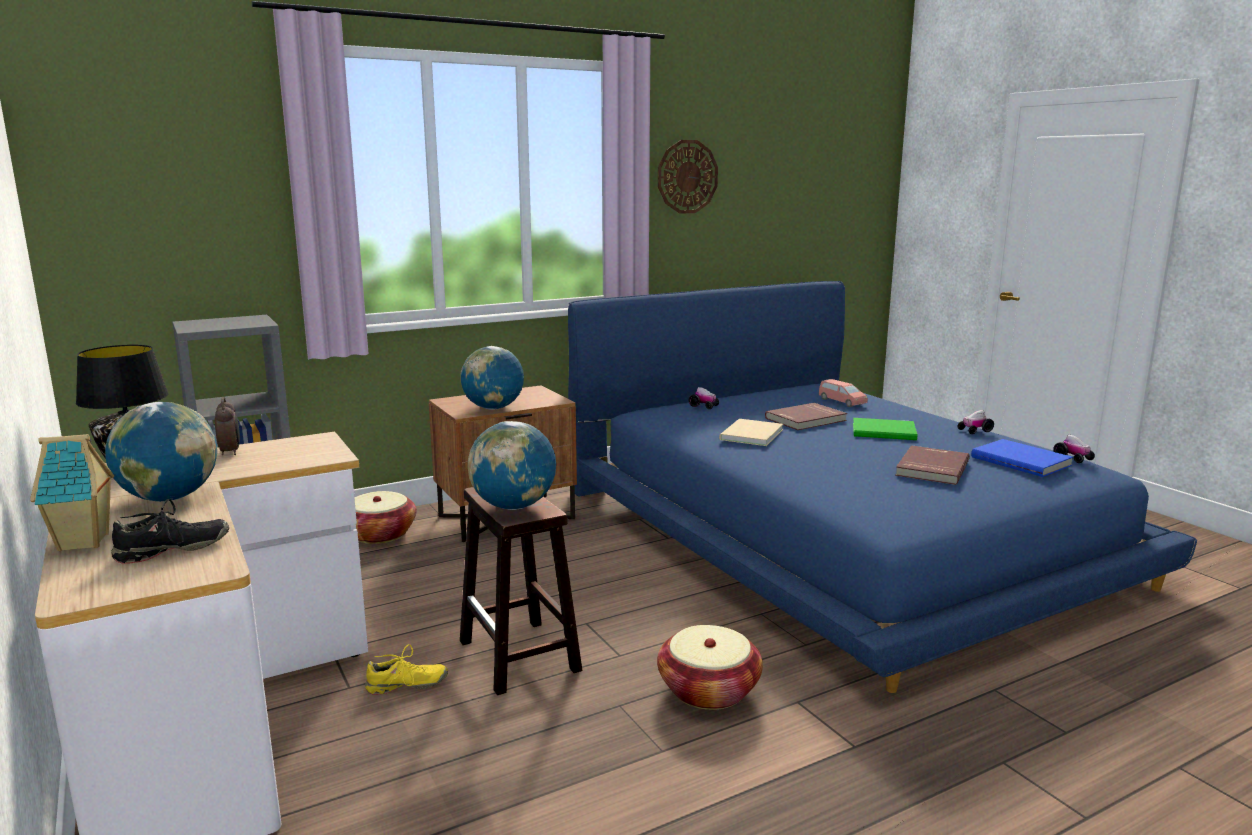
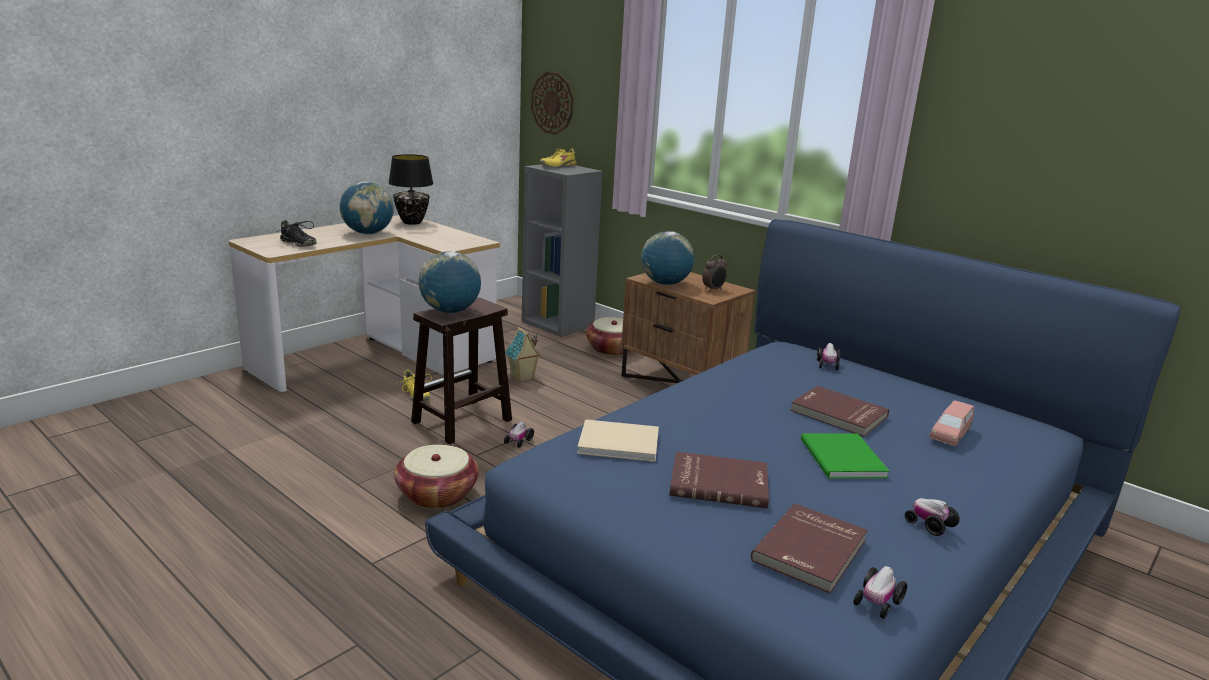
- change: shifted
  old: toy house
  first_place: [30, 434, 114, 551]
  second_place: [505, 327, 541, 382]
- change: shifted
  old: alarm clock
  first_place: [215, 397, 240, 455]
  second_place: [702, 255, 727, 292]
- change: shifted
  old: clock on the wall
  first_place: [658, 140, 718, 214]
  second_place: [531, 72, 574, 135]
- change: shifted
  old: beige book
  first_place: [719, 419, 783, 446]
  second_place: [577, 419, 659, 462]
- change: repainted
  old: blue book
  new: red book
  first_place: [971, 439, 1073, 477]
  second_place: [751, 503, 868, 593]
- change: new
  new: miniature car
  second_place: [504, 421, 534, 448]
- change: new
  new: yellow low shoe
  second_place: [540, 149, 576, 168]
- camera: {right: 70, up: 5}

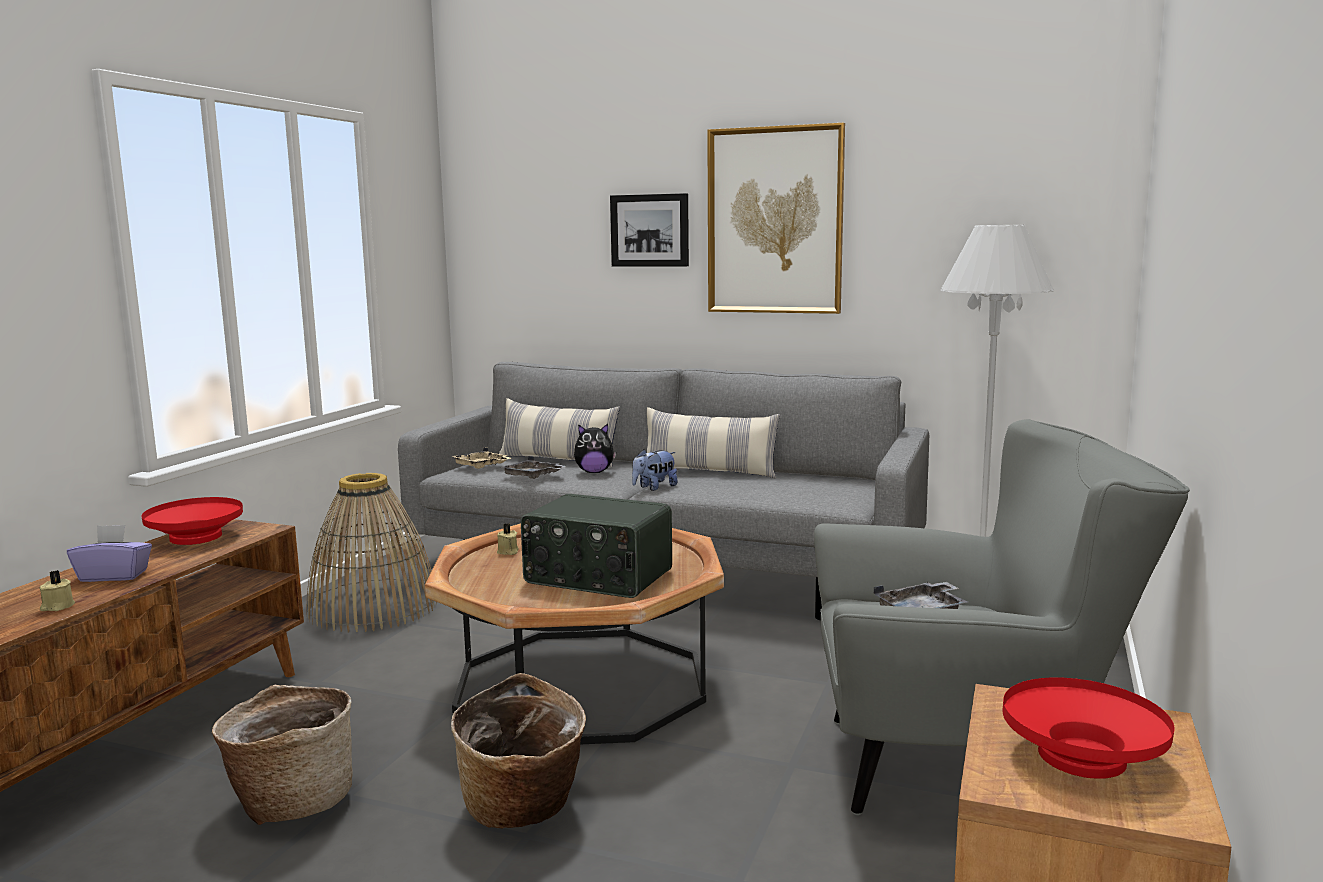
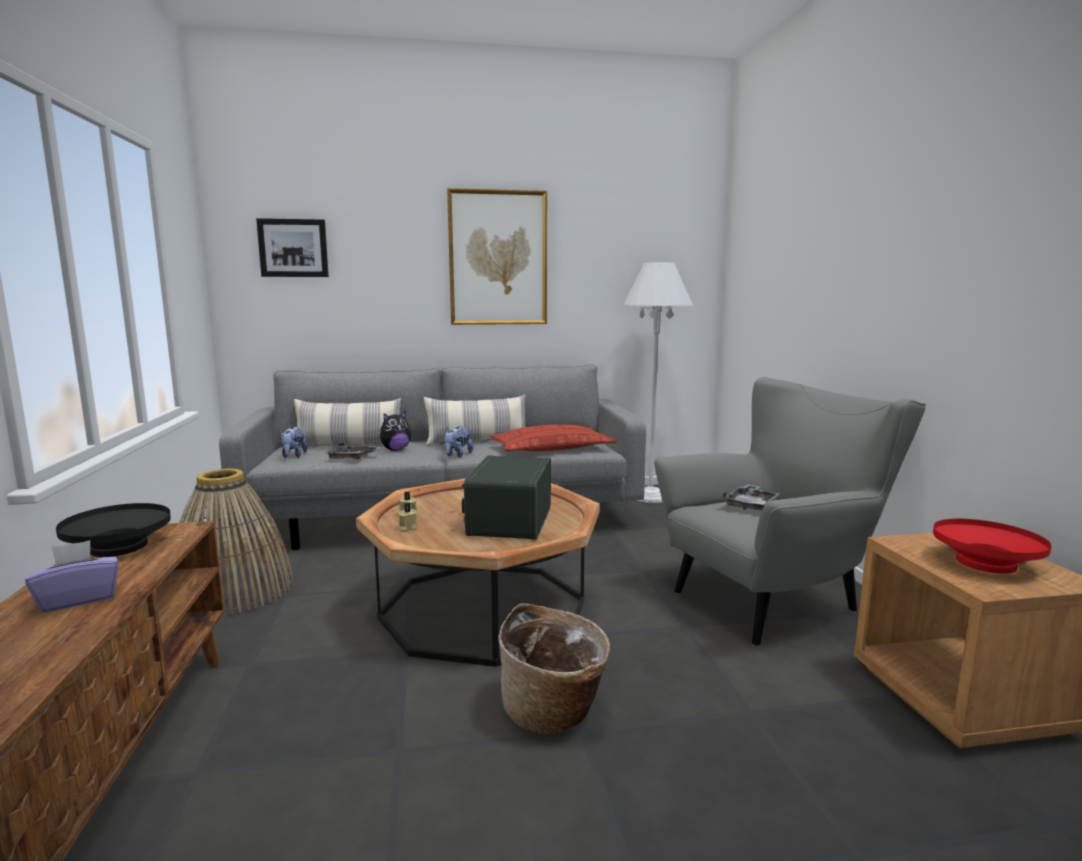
- change: shifted
  old: beige wax light
  first_place: [39, 570, 75, 611]
  second_place: [399, 503, 417, 532]
- change: repainted
  old: red deep dish
  new: black-coloured deep dish
  first_place: [142, 497, 243, 545]
  second_place: [56, 503, 171, 557]
- change: gone
  old: basket
  first_place: [212, 685, 353, 825]
- change: swapped
  old: beige serving tray
  new: cuddly toy
  first_place: [452, 447, 511, 469]
  second_place: [281, 427, 308, 458]
- change: rotated
  old: radio receiver
  first_place: [521, 494, 672, 598]
  second_place: [462, 455, 551, 540]
  degrees: 105
- change: shifted
  old: wall art
  first_place: [610, 193, 689, 267]
  second_place: [256, 218, 329, 277]
- change: new
  new: throw pillow
  second_place: [490, 424, 617, 451]
- camera: {right: -30, up: 0}

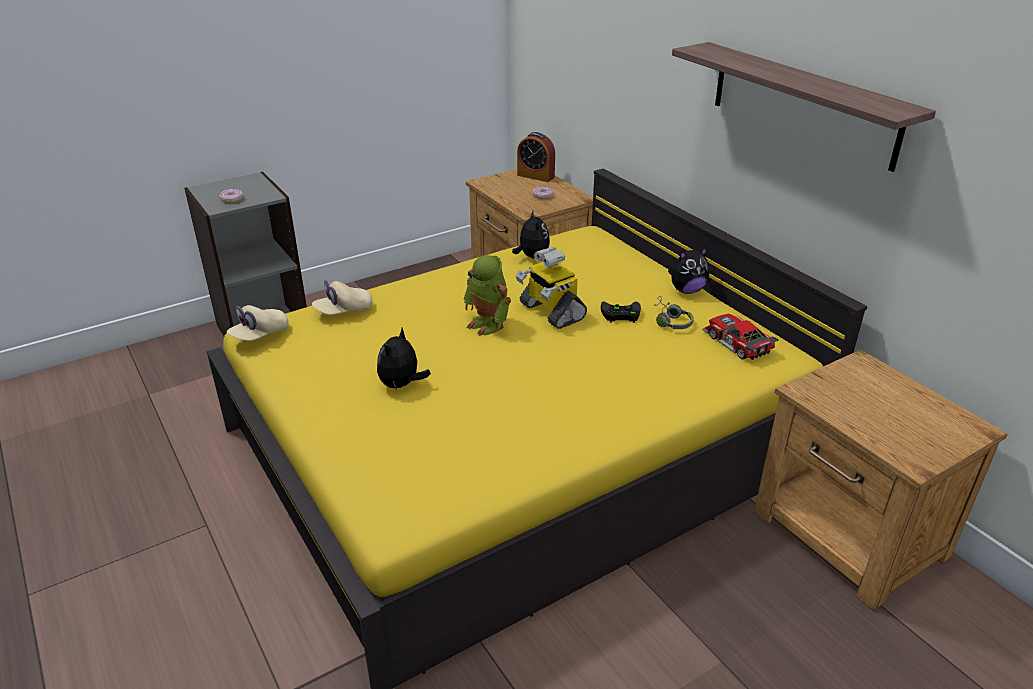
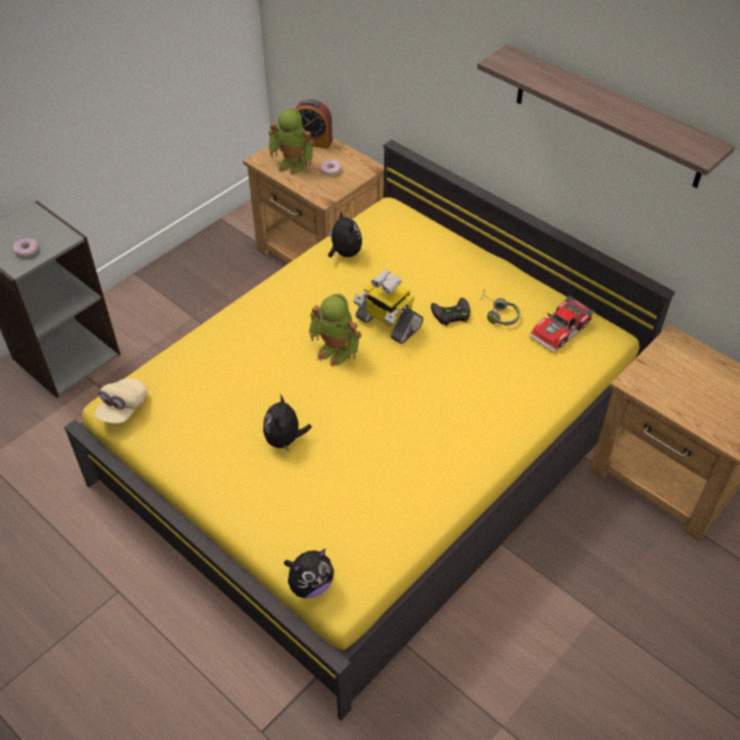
- change: gone
  old: beige cap
  first_place: [312, 280, 372, 315]
- change: shifted
  old: cuddly toy
  first_place: [668, 247, 709, 294]
  second_place: [284, 549, 334, 598]
- change: rotated
  old: miniature car
  first_place: [703, 314, 778, 360]
  second_place: [529, 295, 594, 353]
  degrees: -90
- change: new
  new: robot figure
  second_place: [268, 109, 315, 175]
- camera: {right: -15, up: 15}

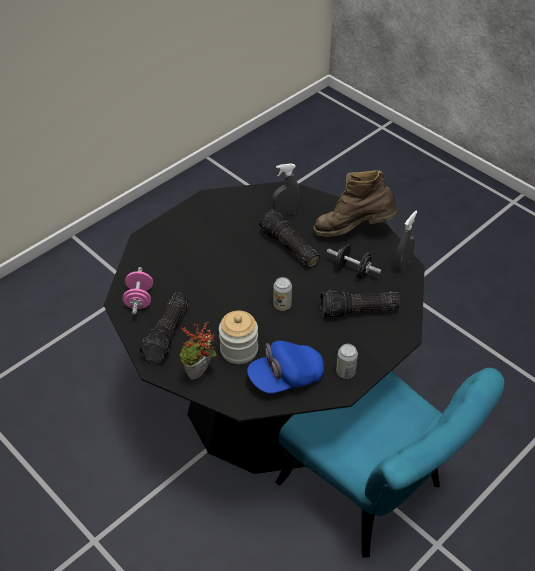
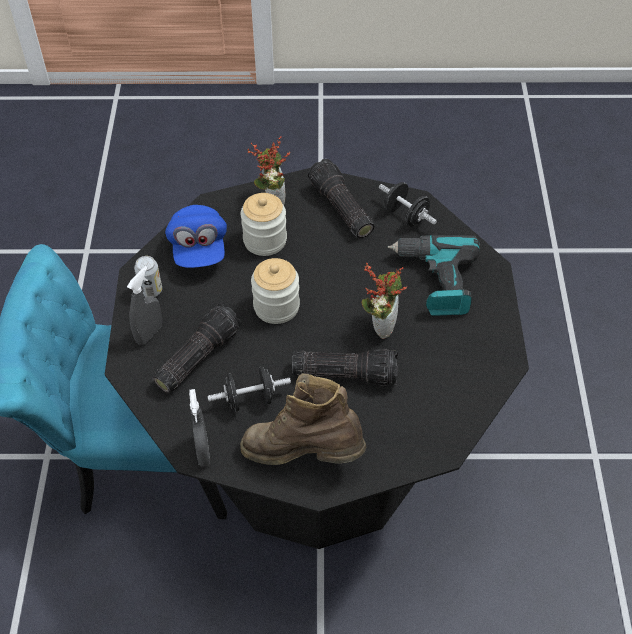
- change: repainted
  old: pink dumbbell
  new: black-coloured dumbbell
  first_place: [123, 267, 153, 315]
  second_place: [379, 182, 437, 227]
- change: rotated
  old: blue cap
  first_place: [247, 341, 324, 394]
  second_place: [165, 205, 227, 268]
  degrees: 150
- change: shifted
  old: gray hand sprayer
  first_place: [272, 163, 300, 215]
  second_place: [127, 266, 162, 345]
- change: swapped
  old: can
  new: preserve jar
  first_place: [273, 277, 292, 311]
  second_place: [251, 258, 300, 324]
- change: rotated
  old: brown-coloured boot
  first_place: [313, 170, 398, 237]
  second_place: [240, 373, 366, 465]
  degrees: -120
- change: new
  new: plant in a pot
  second_place: [362, 263, 407, 339]
- change: new
  new: power drill
  second_place: [388, 235, 480, 316]
- camera: {right: 135, up: 5}

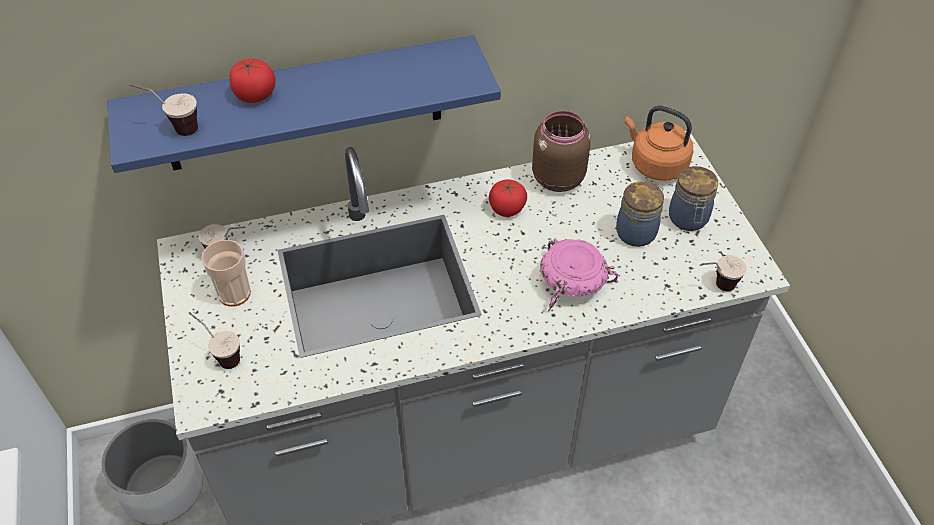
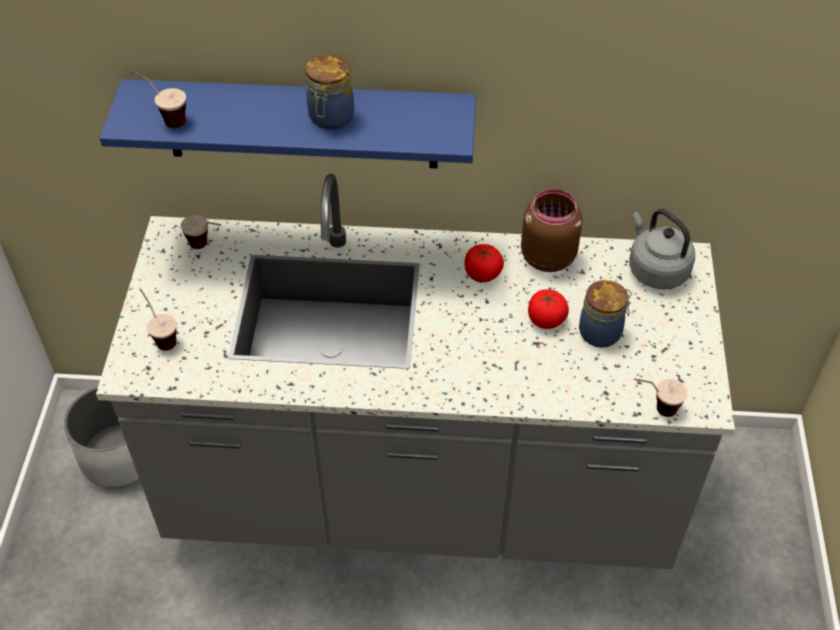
- change: gone
  old: cup
  first_place: [201, 240, 251, 307]
- change: shifted
  old: tomato
  first_place: [230, 59, 276, 103]
  second_place: [528, 289, 569, 329]
- change: gone
  old: pink deep dish
  first_place: [540, 238, 618, 312]
- change: repainted
  old: orangey tea kettle
  new: gray tea kettle
  first_place: [625, 106, 693, 181]
  second_place: [629, 209, 695, 289]
- change: shifted
  old: preserve jar
  first_place: [669, 166, 718, 231]
  second_place: [306, 54, 354, 130]
- camera: {right: 20, up: 0}

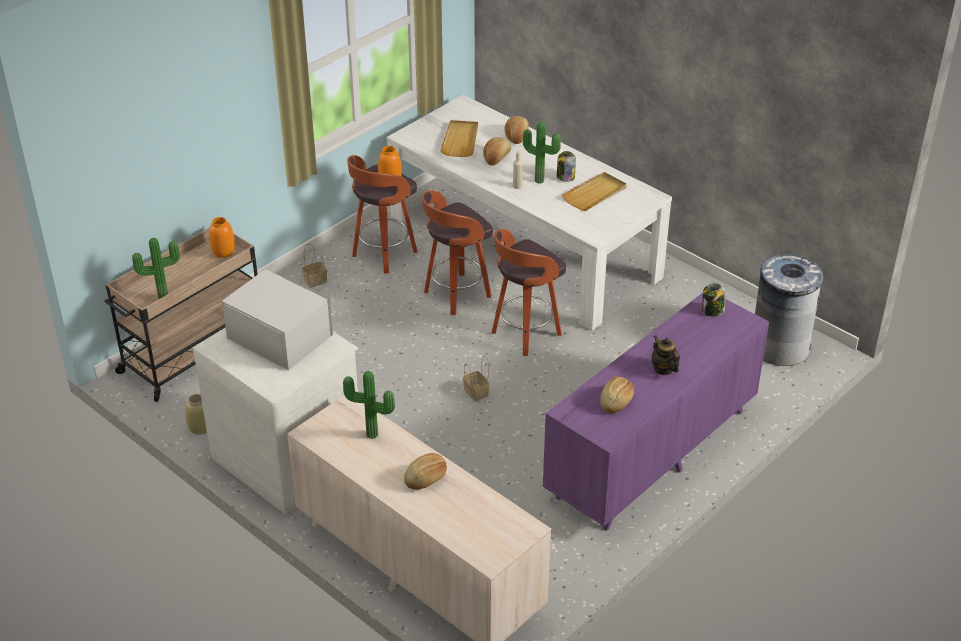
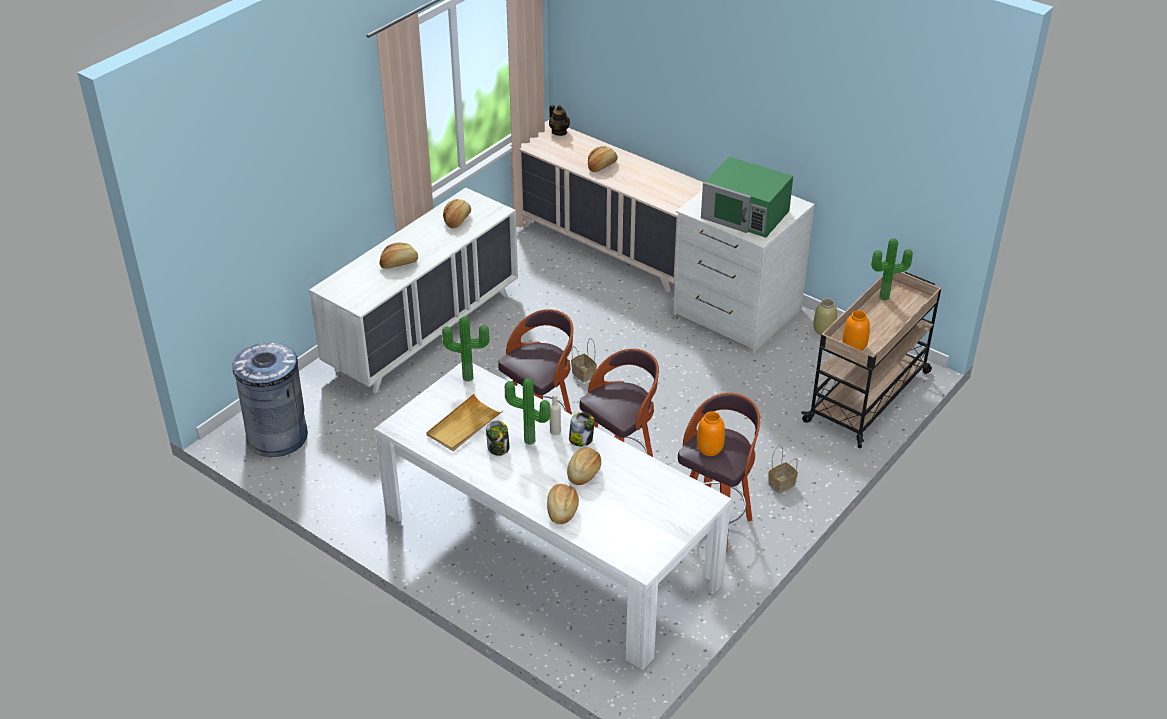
- change: repainted
  old: white-coloured kitchen microwave
  new: green kitchen microwave
  first_place: [222, 269, 333, 370]
  second_place: [701, 157, 793, 238]
- change: shifted
  old: plant in a pot
  first_place: [343, 371, 395, 439]
  second_place: [442, 317, 490, 382]
- change: gone
  old: beige serving tray
  first_place: [440, 120, 478, 157]
- change: repainted
  old: purplish drawer chest
  new: white-coloured drawer chest
  first_place: [543, 293, 769, 531]
  second_place: [309, 188, 518, 394]
- change: shifted
  old: tea pot
  first_place: [651, 335, 680, 375]
  second_place: [549, 105, 570, 136]
- change: shifted
  old: preserve jar
  first_place: [702, 283, 726, 316]
  second_place: [569, 412, 594, 446]
- change: new
  new: bakery bread
  second_place: [379, 242, 418, 269]
- camera: {right: 175, up: 0}

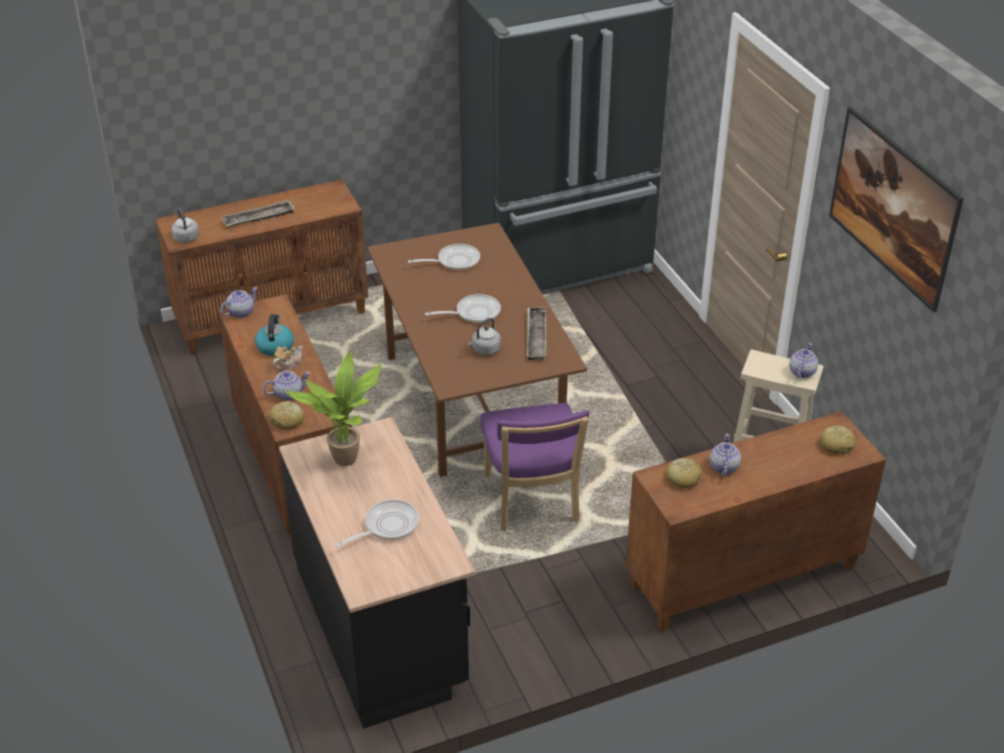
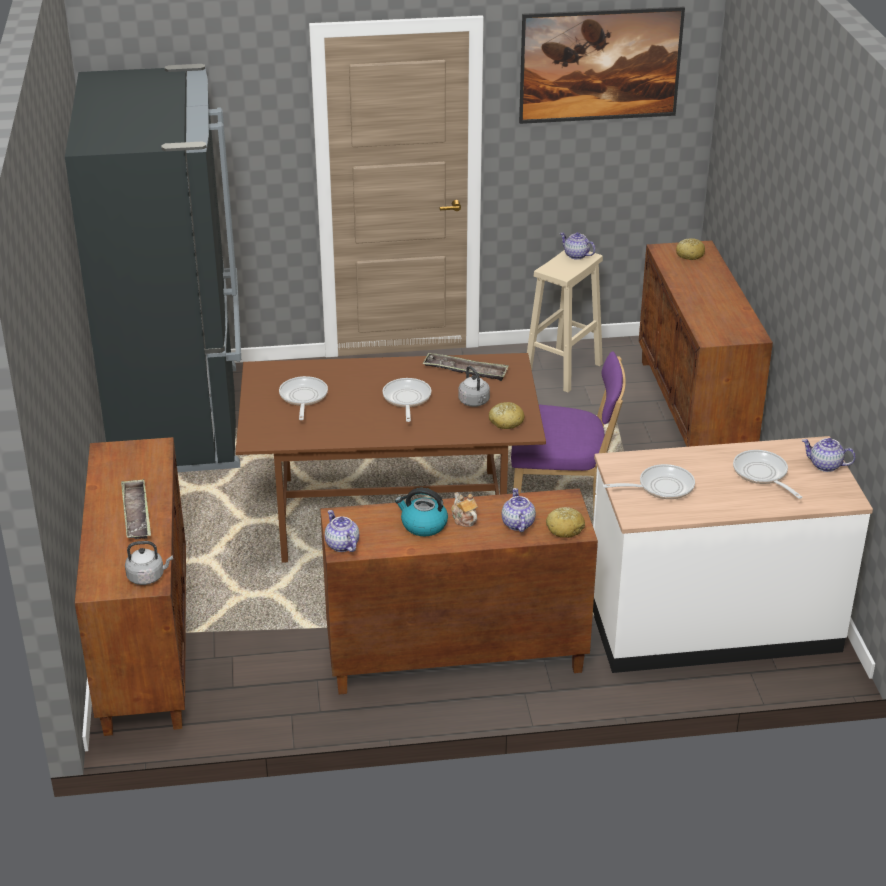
- change: repainted
  old: black-coloured counter
  new: white-coloured counter
  first_place: [279, 417, 475, 729]
  second_place: [593, 436, 873, 673]
- change: swapped
  old: plant in a pot
  new: pan
  first_place: [286, 351, 381, 466]
  second_place: [602, 464, 695, 499]
- change: shifted
  old: bakery bread
  first_place: [666, 458, 702, 488]
  second_place: [489, 402, 524, 429]
- change: shifted
  old: tea pot
  first_place: [710, 434, 741, 477]
  second_place: [802, 438, 856, 472]
- camera: {right: -75, up: -5}

